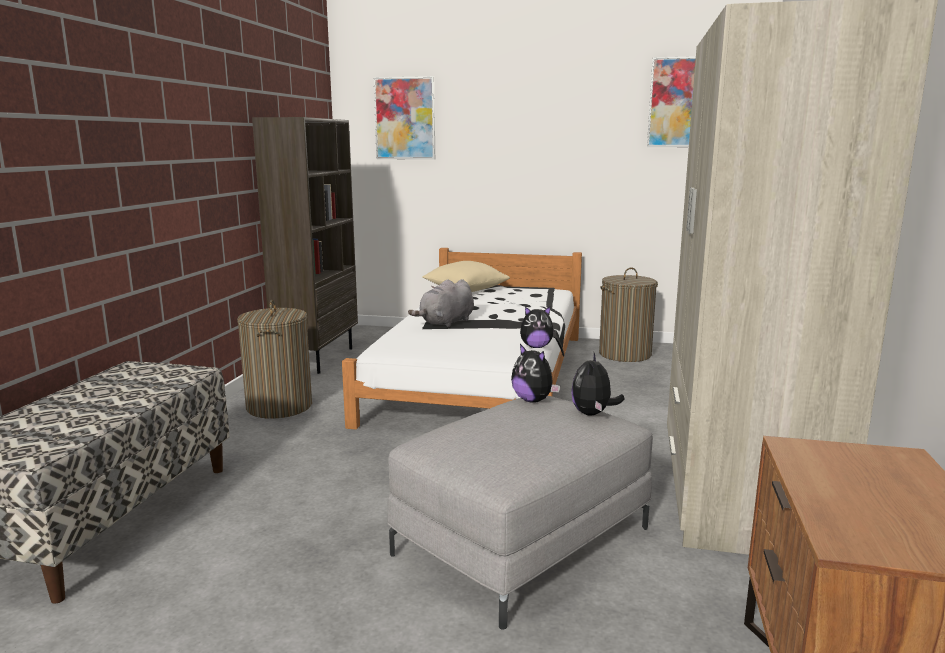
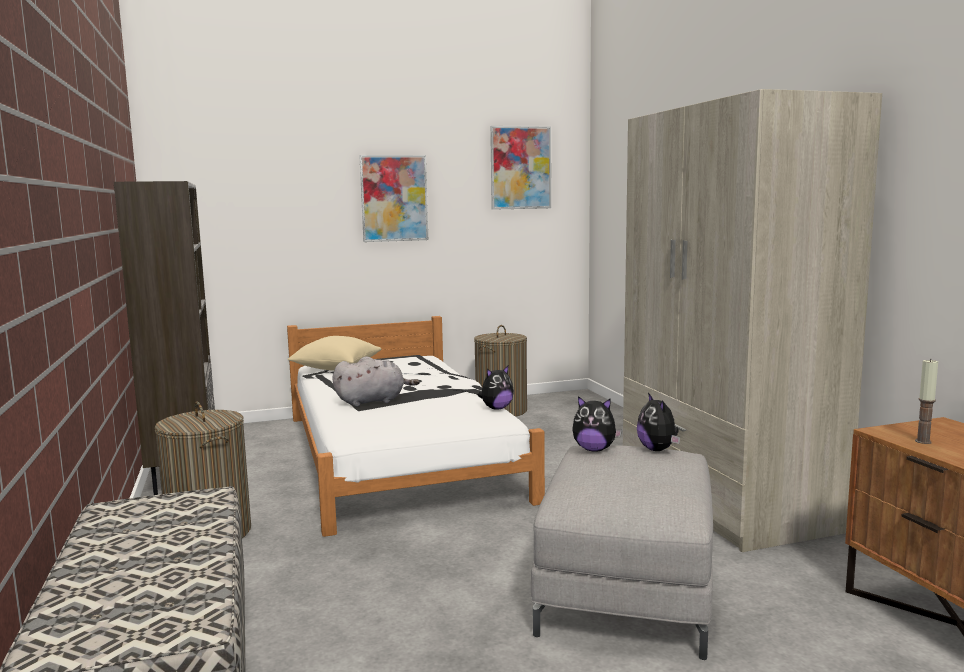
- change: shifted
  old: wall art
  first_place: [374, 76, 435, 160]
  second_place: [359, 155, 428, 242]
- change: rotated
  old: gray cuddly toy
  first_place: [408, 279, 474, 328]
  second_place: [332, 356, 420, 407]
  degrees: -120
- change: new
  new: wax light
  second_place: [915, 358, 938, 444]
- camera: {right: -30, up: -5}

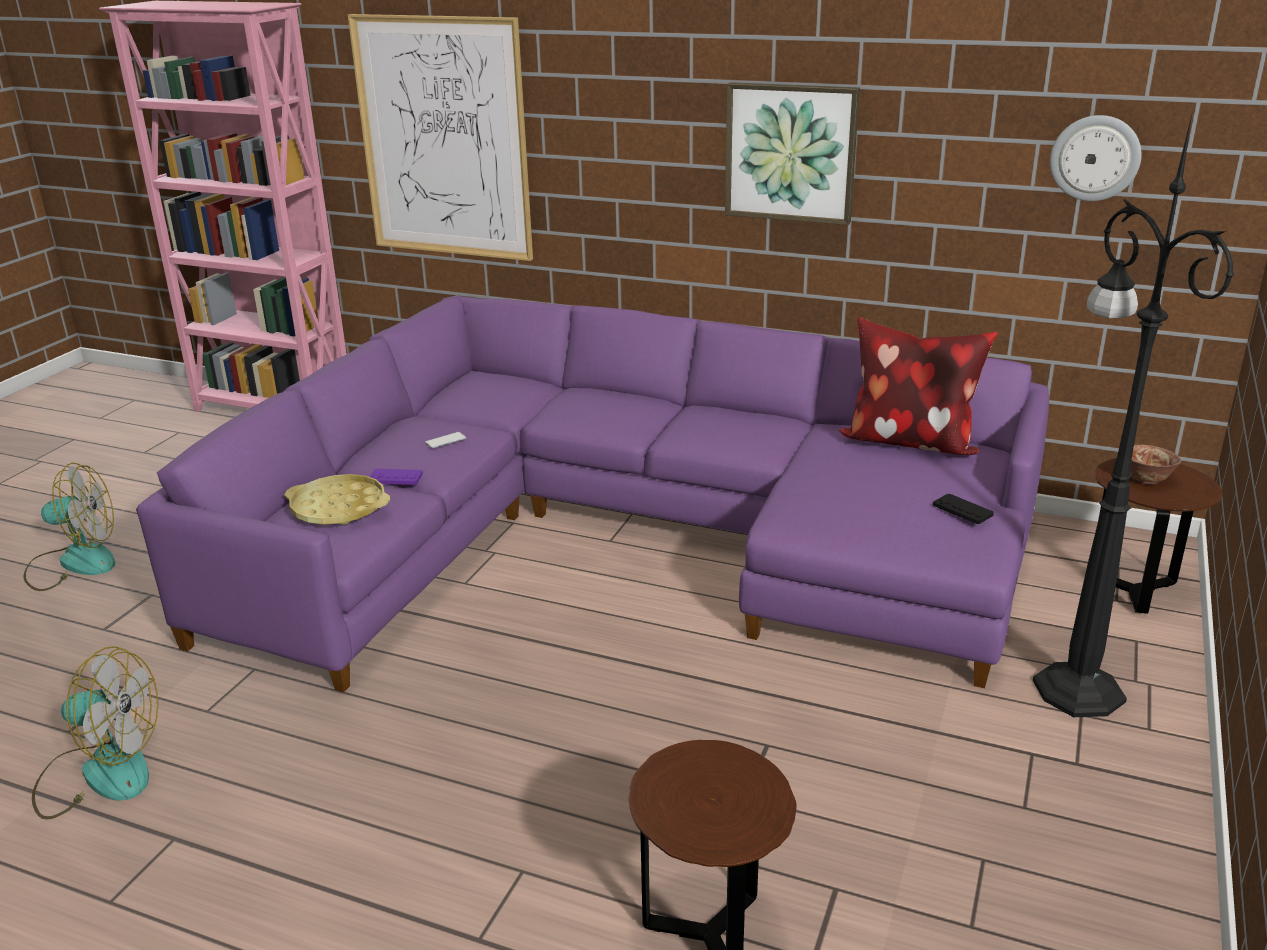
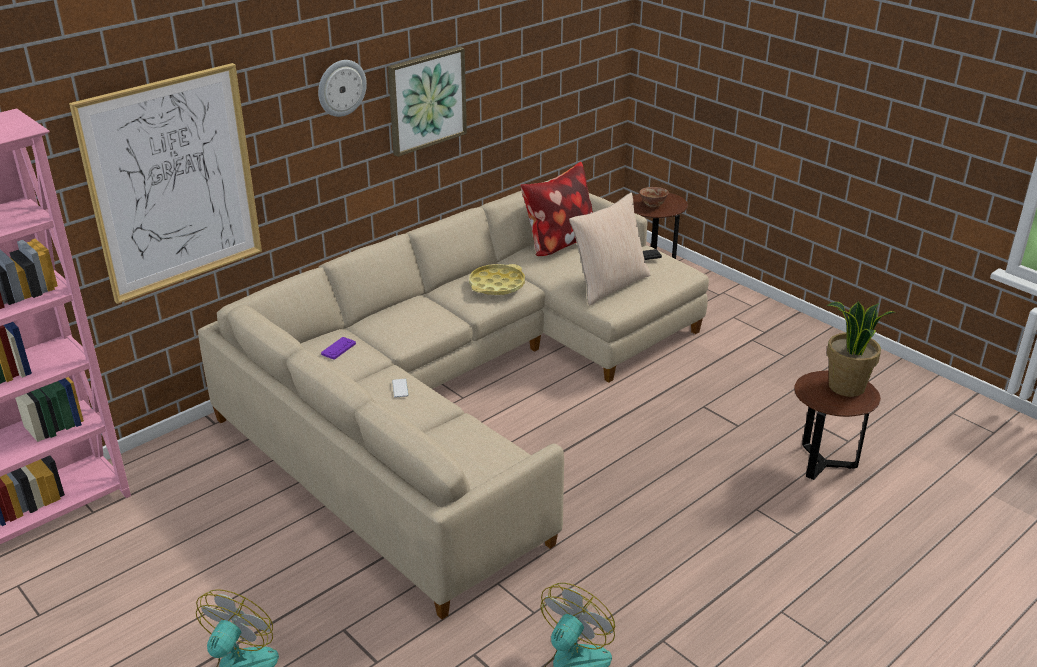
- change: repainted
  old: purplish settee
  new: beige settee
  first_place: [136, 296, 1049, 692]
  second_place: [198, 178, 709, 620]
- change: shifted
  old: yellow serving tray
  first_place: [285, 474, 390, 525]
  second_place: [469, 264, 525, 295]
- change: shifted
  old: purplish game controller
  first_place: [370, 469, 423, 485]
  second_place: [321, 337, 356, 360]
- change: gone
  old: black-coloured standard lamp
  first_place: [1033, 115, 1234, 717]
- change: shifted
  old: clock on the wall
  first_place: [1050, 115, 1141, 201]
  second_place: [318, 60, 367, 117]
- change: new
  new: beige throw pillow
  second_place: [569, 193, 650, 305]
- change: new
  new: plant in a pot
  second_place: [827, 301, 895, 397]
- camera: {right: -65, up: 5}

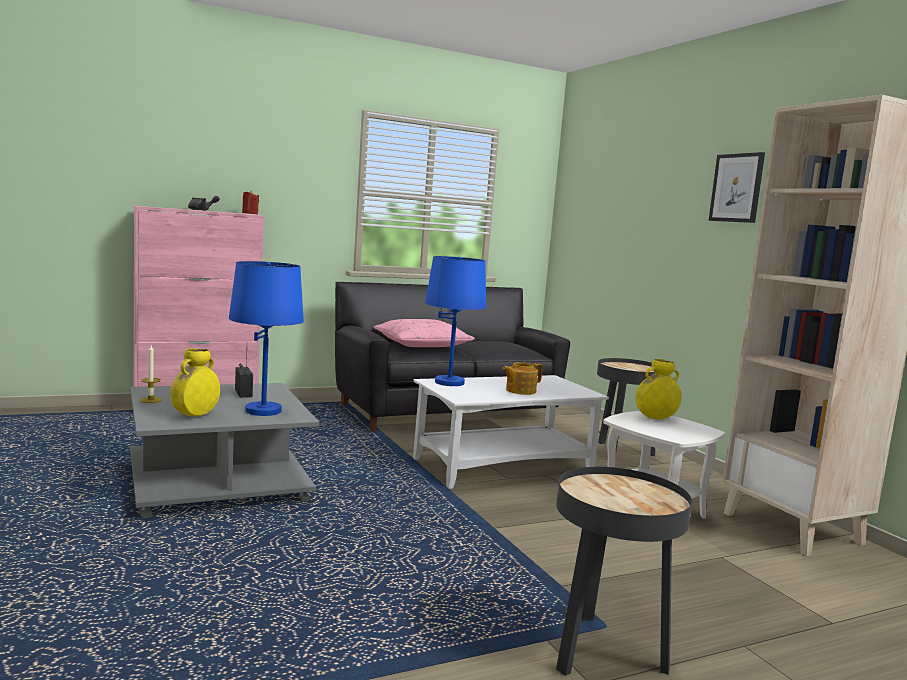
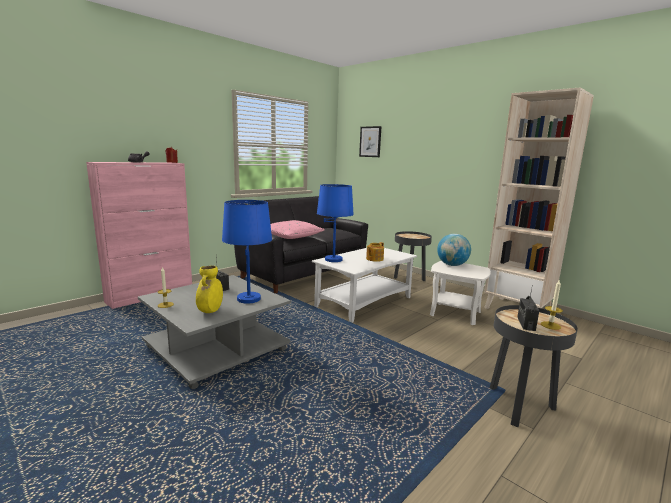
- change: swapped
  old: yellow decorative vase
  new: world globe
  first_place: [635, 359, 682, 419]
  second_place: [437, 234, 471, 266]
- change: shifted
  old: wall art
  first_place: [709, 152, 765, 223]
  second_place: [359, 126, 382, 157]
- change: new
  new: radio receiver
  second_place: [517, 285, 539, 331]
- change: new
  new: wax light
  second_place: [541, 279, 563, 330]
- camera: {right: -20, up: 5}

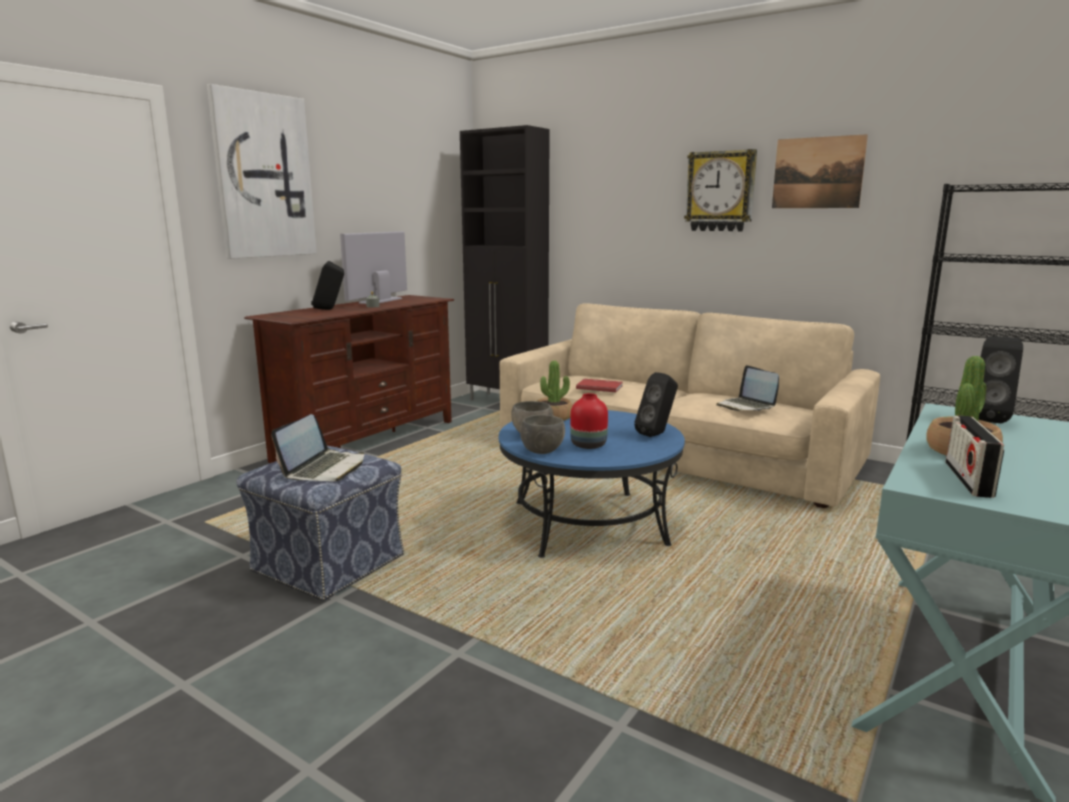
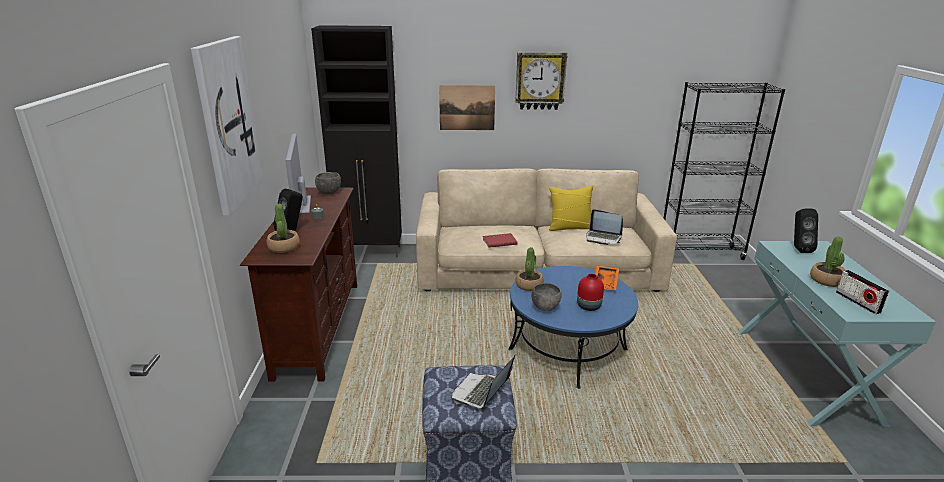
- change: rotated
  old: laptop
  first_place: [271, 414, 364, 482]
  second_place: [452, 355, 515, 409]
  degrees: -135
- change: shifted
  old: gray deep dish
  first_place: [520, 415, 565, 454]
  second_place: [315, 172, 341, 194]
- change: swapped
  old: black-coloured speaker
  new: orangey serving tray
  first_place: [634, 372, 678, 437]
  second_place: [595, 266, 619, 290]
- change: shifted
  old: wall art
  first_place: [772, 134, 868, 208]
  second_place: [439, 85, 495, 130]
- change: new
  new: plant in a pot
  second_place: [266, 204, 300, 253]
- change: new
  new: yellow throw pillow
  second_place: [549, 186, 593, 231]
- camera: {right: -35, up: 10}

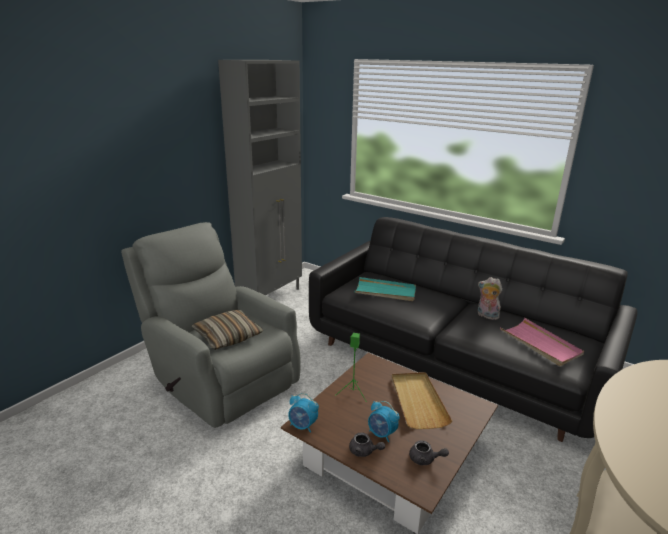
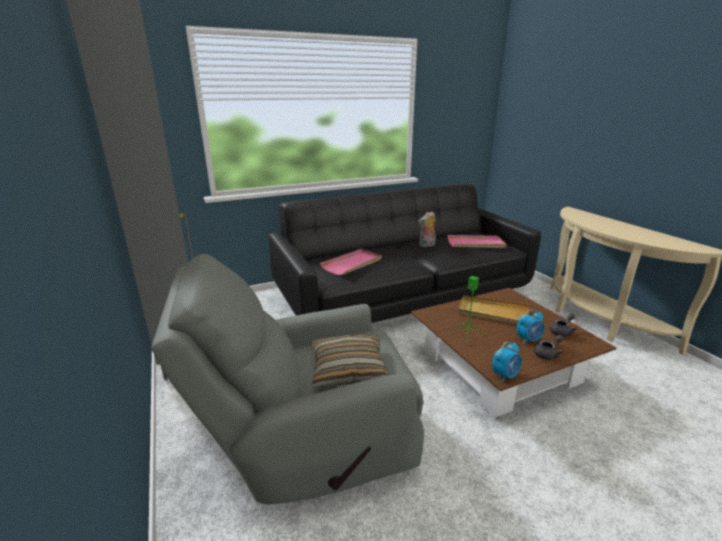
- change: repainted
  old: blue-green serving tray
  new: pink serving tray
  first_place: [354, 277, 416, 301]
  second_place: [320, 249, 382, 275]
- camera: {right: -60, up: 0}

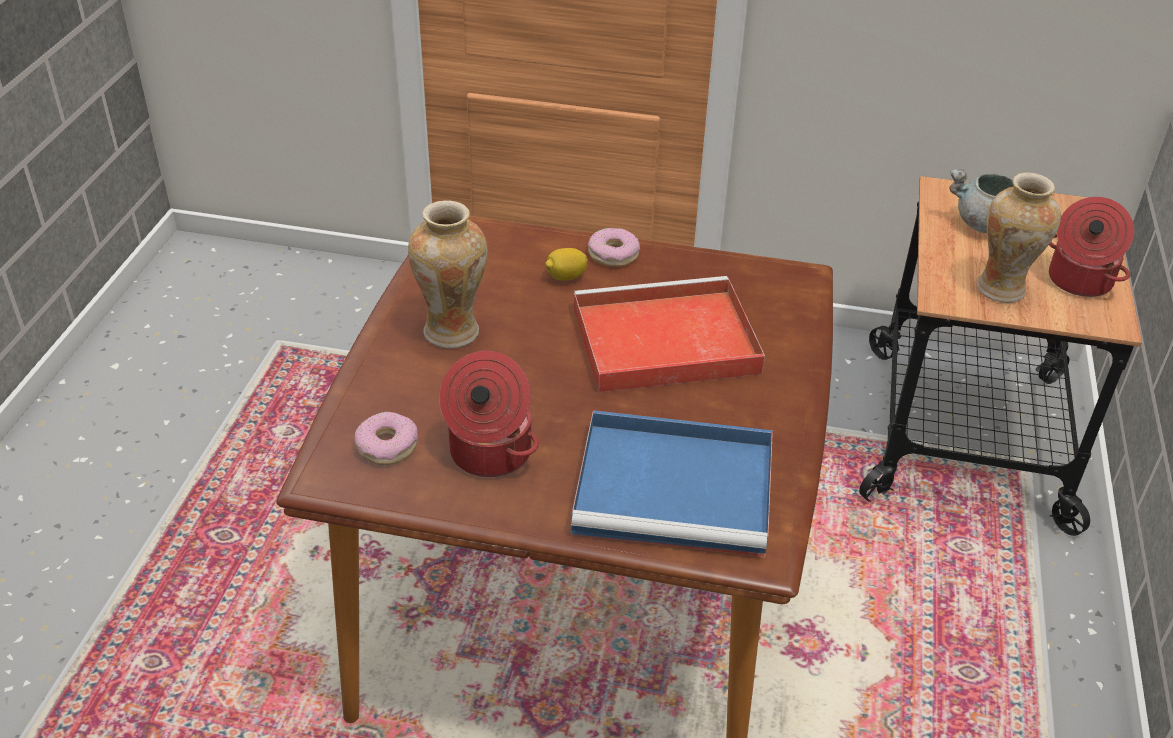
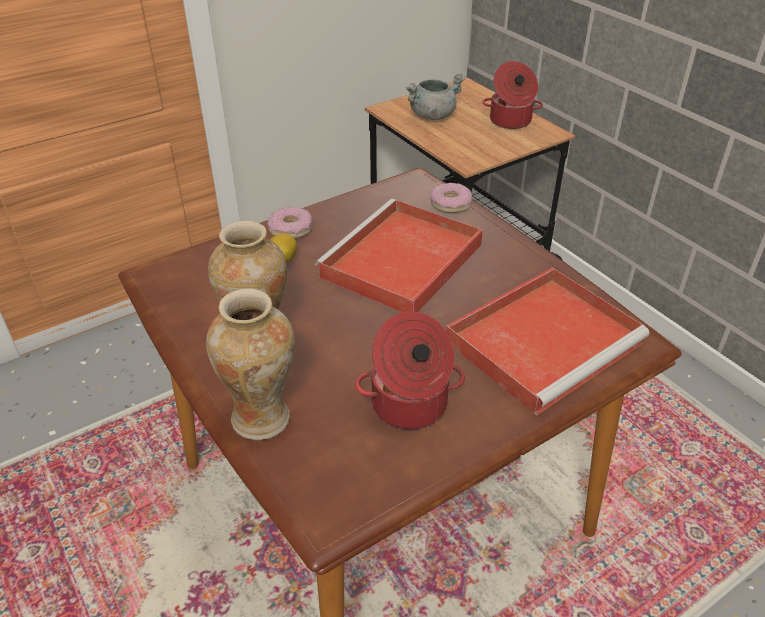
- change: shifted
  old: ring doughnut
  first_place: [355, 412, 418, 465]
  second_place: [430, 183, 472, 213]
- change: repainted
  old: blue serving tray
  new: red serving tray
  first_place: [571, 410, 773, 558]
  second_place: [446, 267, 649, 415]
- change: shifted
  old: decorative vase
  first_place: [977, 173, 1061, 303]
  second_place: [206, 288, 295, 440]
- camera: {right: -45, up: 0}

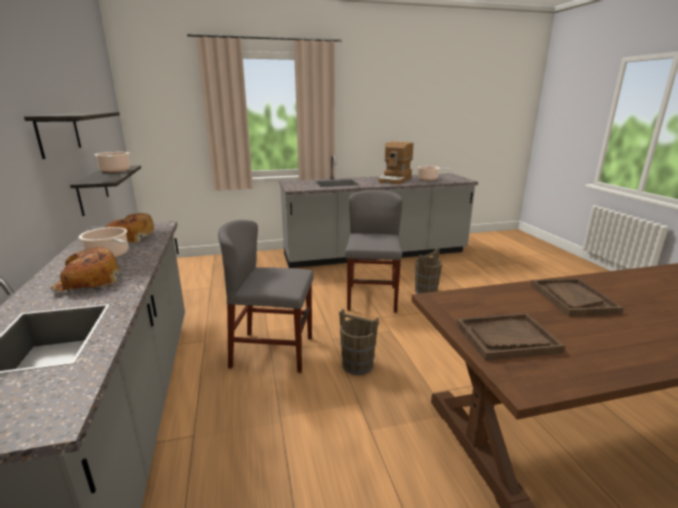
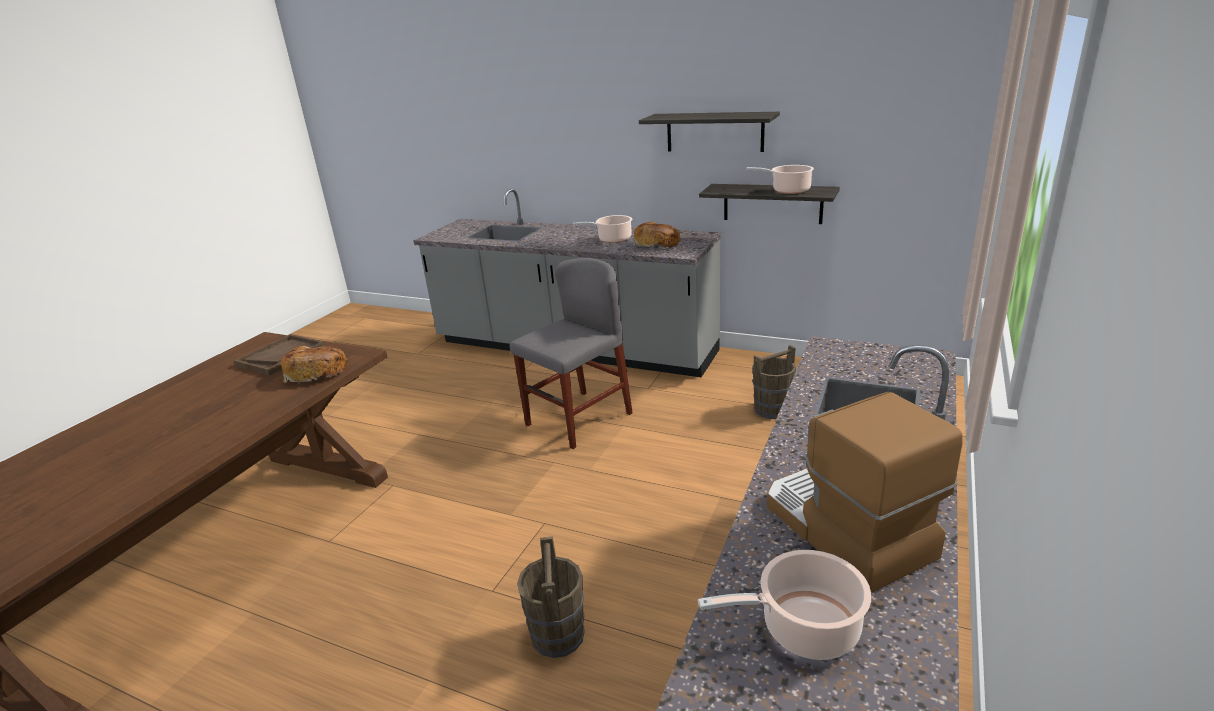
- change: shifted
  old: bakery bread
  first_place: [51, 247, 120, 291]
  second_place: [281, 346, 348, 384]
- change: shifted
  old: brown-coloured pail
  first_place: [339, 309, 379, 375]
  second_place: [752, 345, 796, 419]
- change: gone
  old: gray plain chair
  first_place: [345, 190, 403, 313]
- change: gone
  old: brown-coloured serving tray
  first_place: [531, 278, 624, 316]
- camera: {right: 130, up: 5}

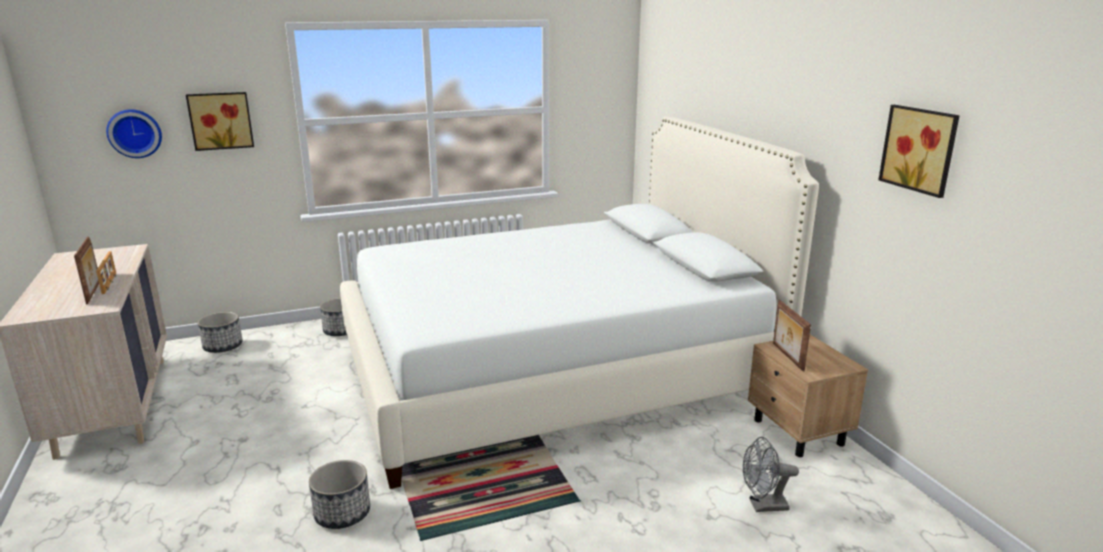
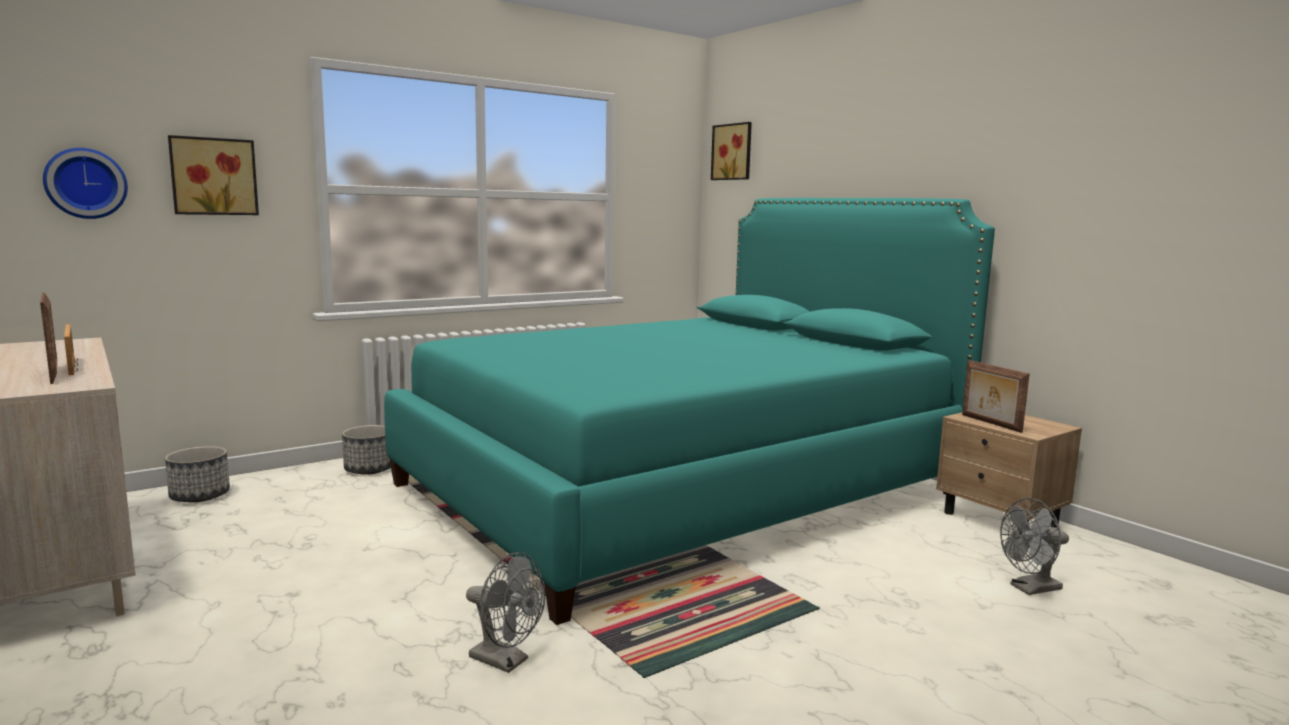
- change: swapped
  old: flower pot
  new: gray fan
  first_place: [309, 460, 370, 529]
  second_place: [466, 552, 545, 673]
- change: repainted
  old: white-coloured sleeping bed
  new: blue-green sleeping bed
  first_place: [340, 116, 819, 489]
  second_place: [384, 198, 995, 625]
- change: shifted
  old: wall art
  first_place: [879, 105, 960, 198]
  second_place: [711, 122, 752, 180]
- camera: {right: -15, up: -10}

